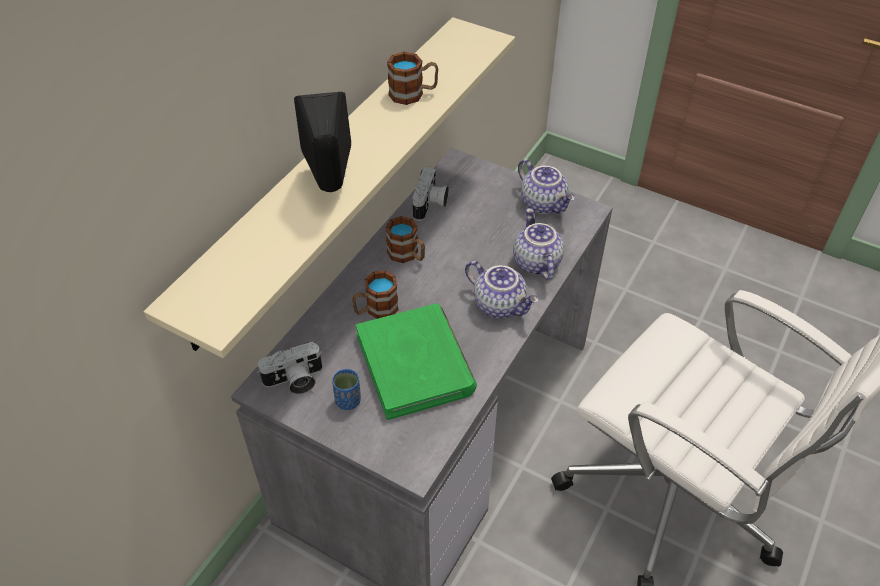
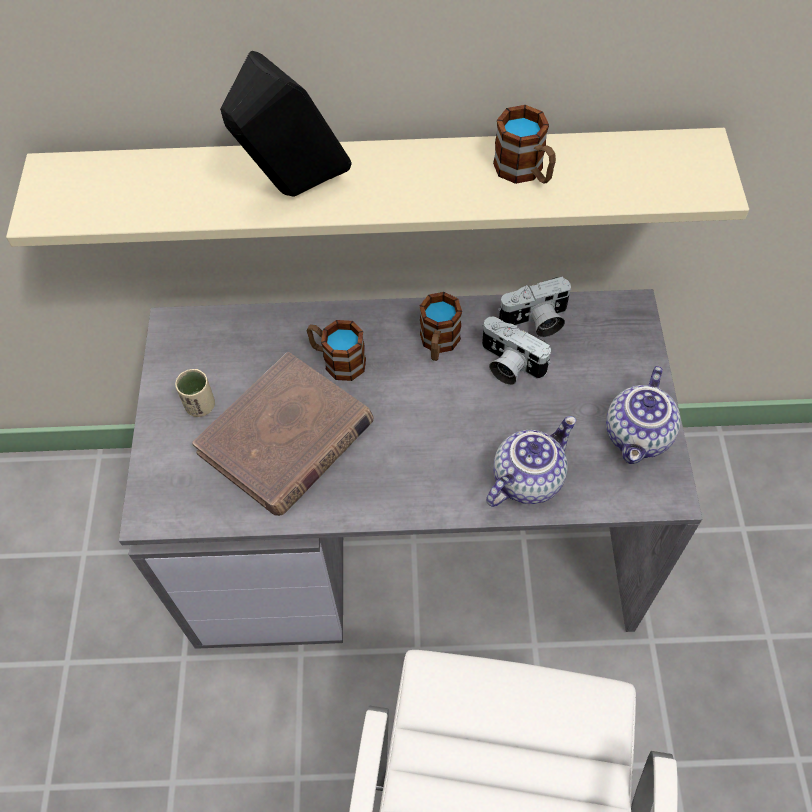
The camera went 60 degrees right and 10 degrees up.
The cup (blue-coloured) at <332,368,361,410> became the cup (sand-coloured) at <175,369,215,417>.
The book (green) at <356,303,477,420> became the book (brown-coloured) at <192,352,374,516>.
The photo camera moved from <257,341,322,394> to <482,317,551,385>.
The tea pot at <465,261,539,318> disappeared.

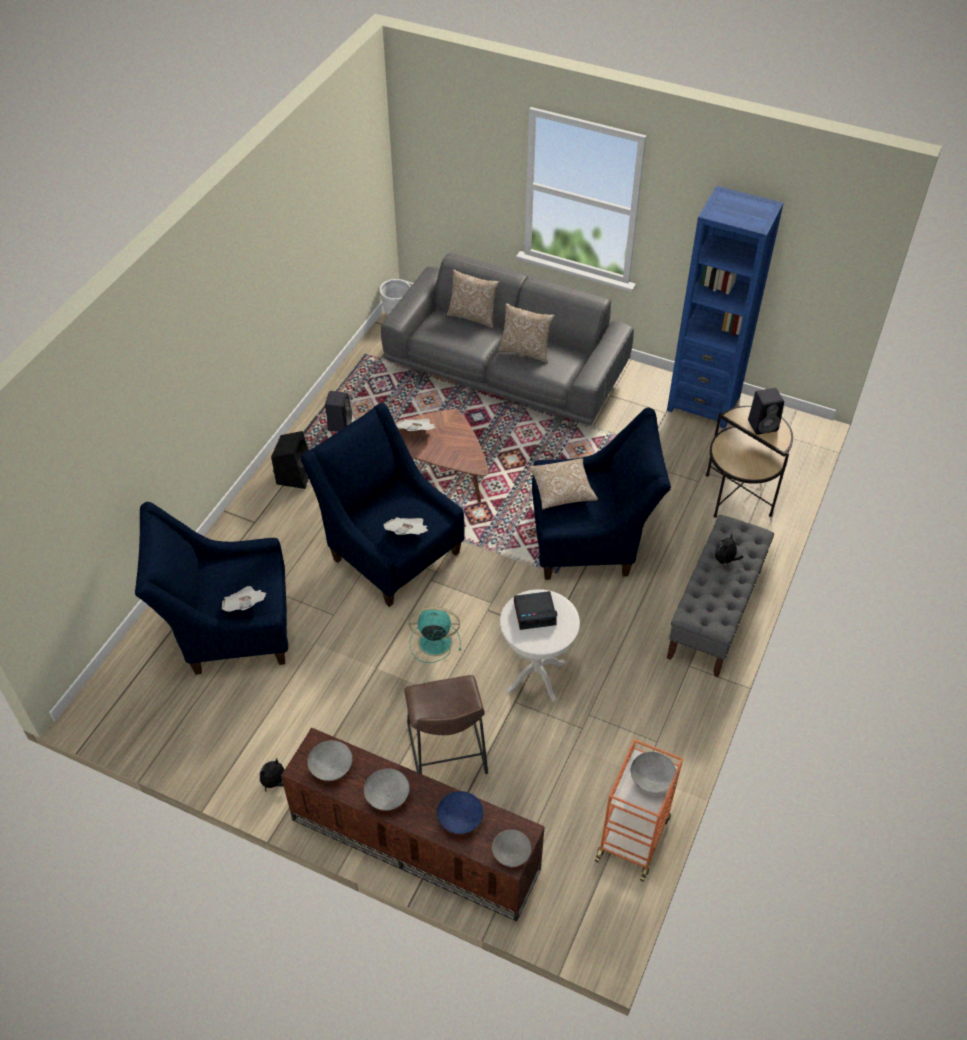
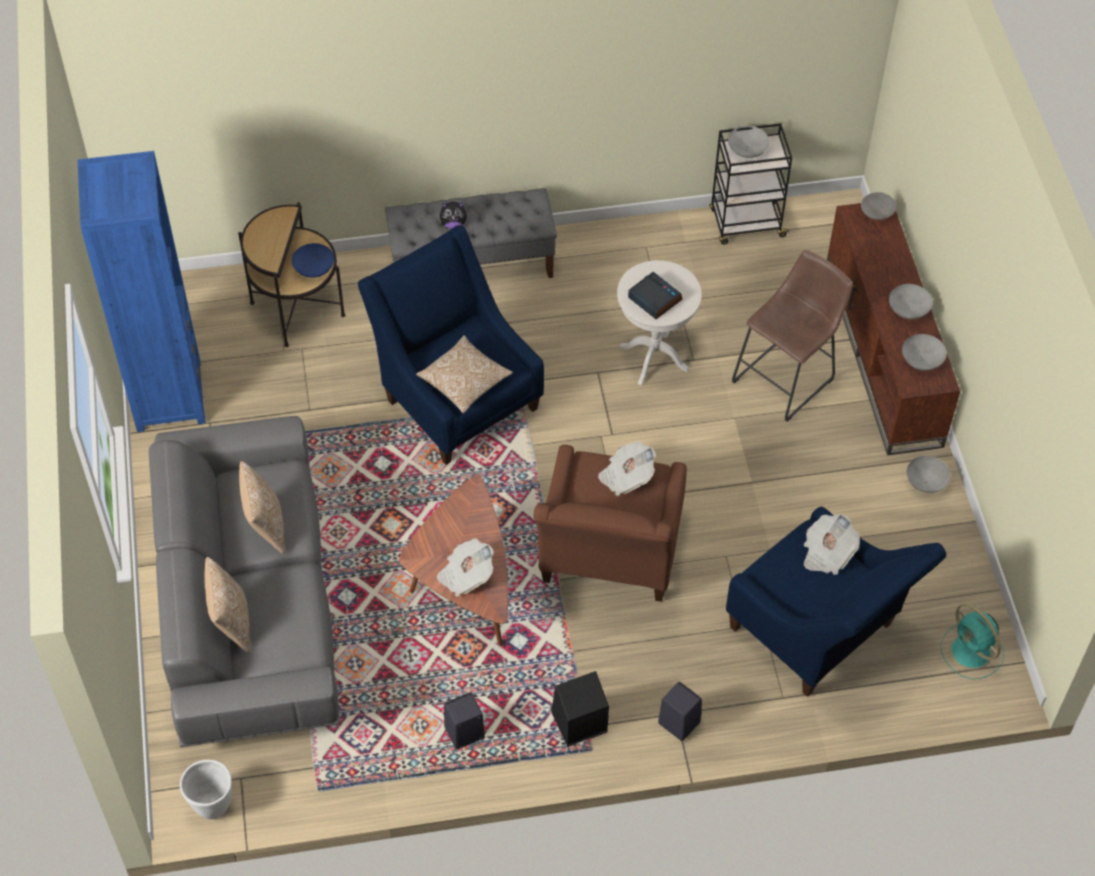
The camera went 125 degrees left and 5 degrees up.
The serving bowl (blue-coloured) moved from <437,791,483,834> to <292,243,334,278>.
The lounge chair (blue-coloured) at <300,403,465,607> became the lounge chair (brown-coloured) at <534,445,687,602>.
The audio speaker (black) moved from <748,388,784,435> to <658,682,702,741>.
The trolley (orange-coloured) at <595,739,683,882> became the trolley (black) at <709,123,792,245>.
The soft toy at <260,759,285,792> was replaced by the serving bowl (grey) at <907,456,950,493>.
The cooling fan (turquoise) moved from <409,607,461,663> to <941,603,1004,679>.

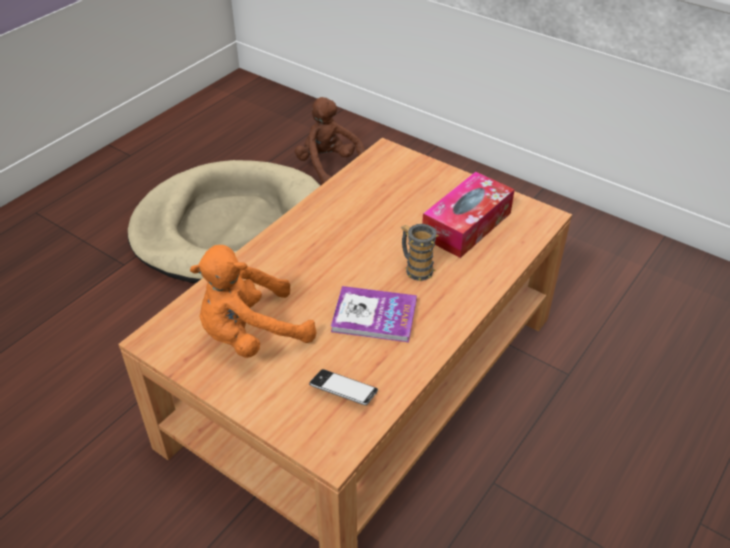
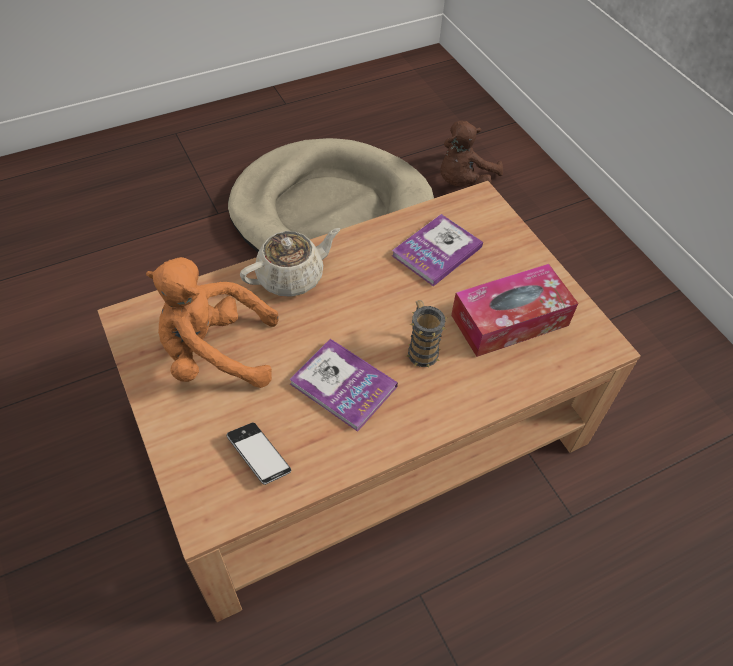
The camera went 25 degrees right and 10 degrees up.
The tea pot (sand-coloured) at <240,228,340,297> appeared.
The book at <392,214,483,286> appeared.
The soft toy (brown-coloured) at <295,97,365,184> turned 135 degrees counterclockwise.

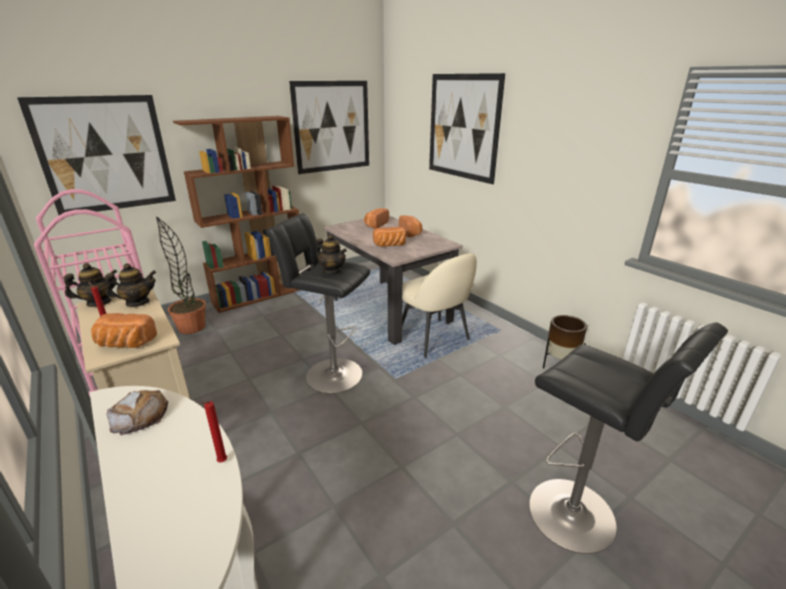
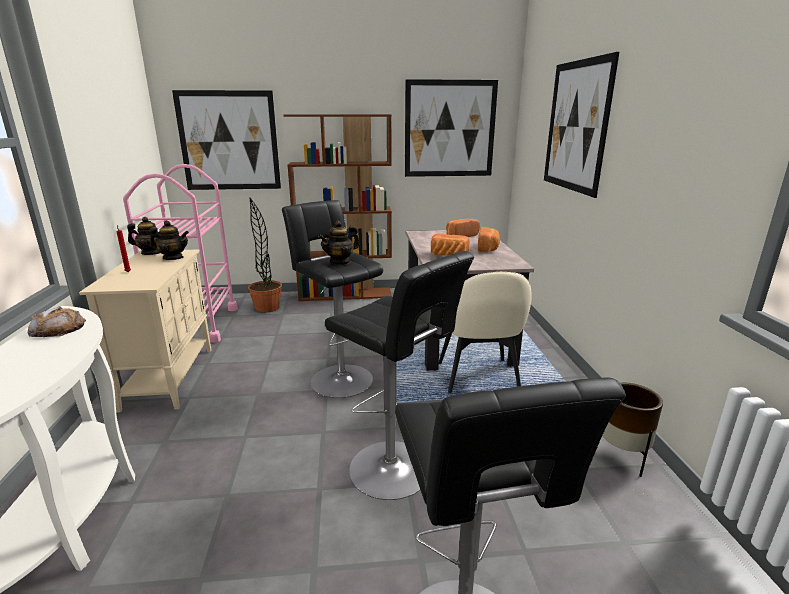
The camera went 30 degrees right and 5 degrees down.
The tea pot at <316,235,347,274> turned 75 degrees clockwise.
The stool seat (black) at <325,251,474,500> appeared.
The bakery bread at <91,313,157,348> disappeared.
The wax candle (red) at <201,401,227,463> disappeared.

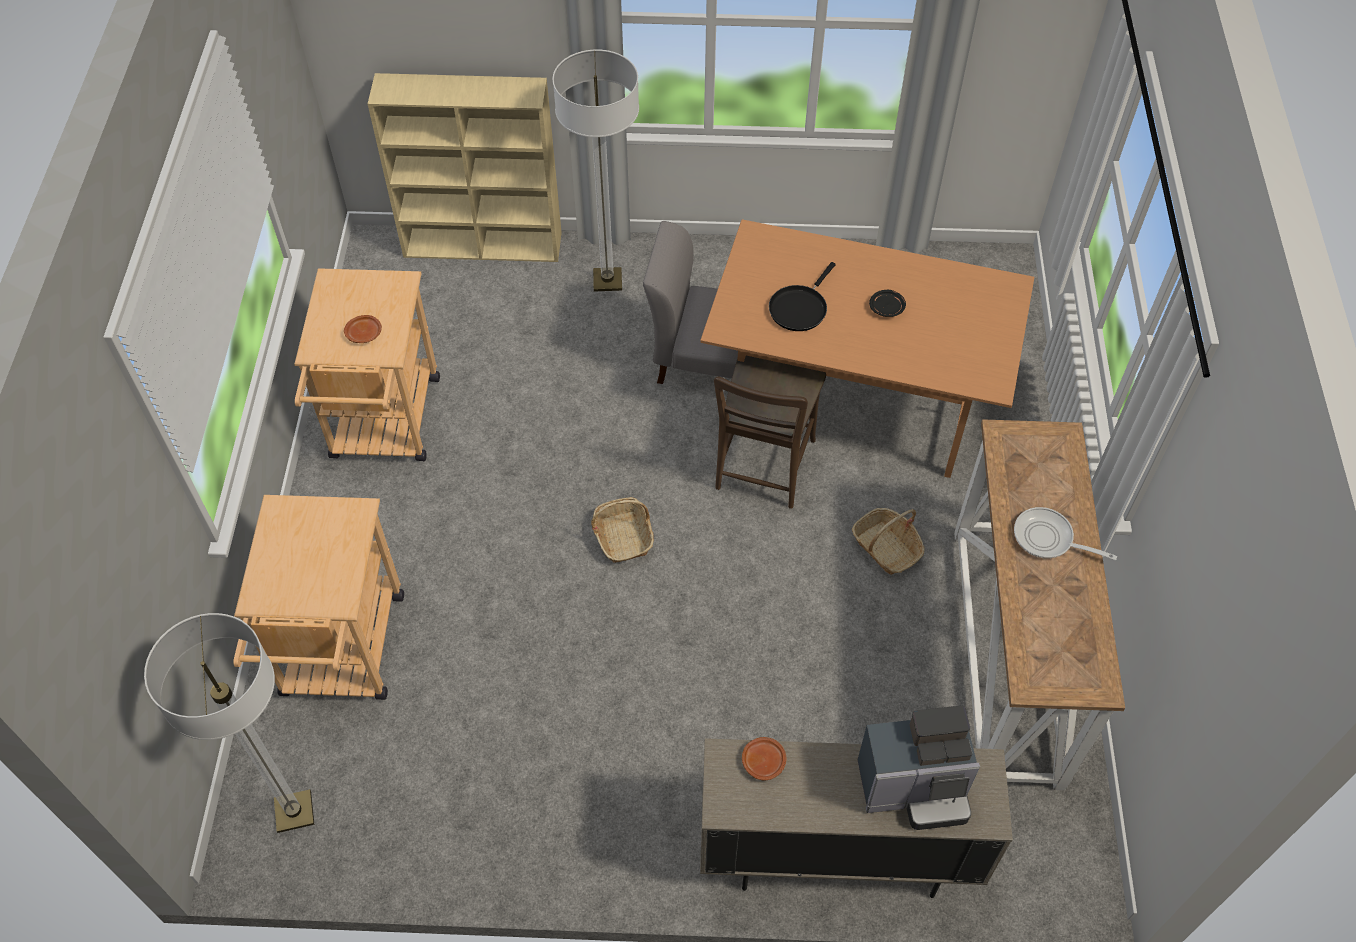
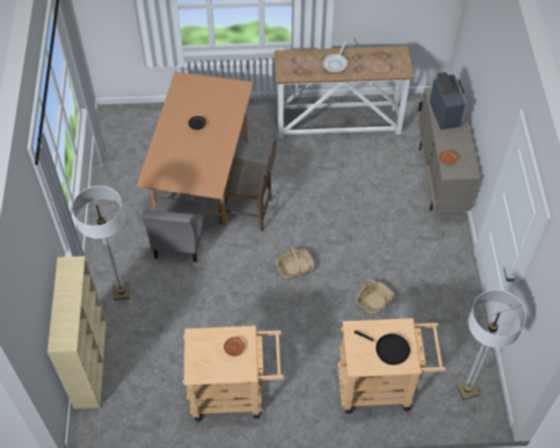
The camera went 95 degrees left and 0 degrees up.
The skillet (black) moved from <769,262,836,331> to <354,330,410,365>.
The basket moved from <852,508,925,575> to <356,279,394,315>.

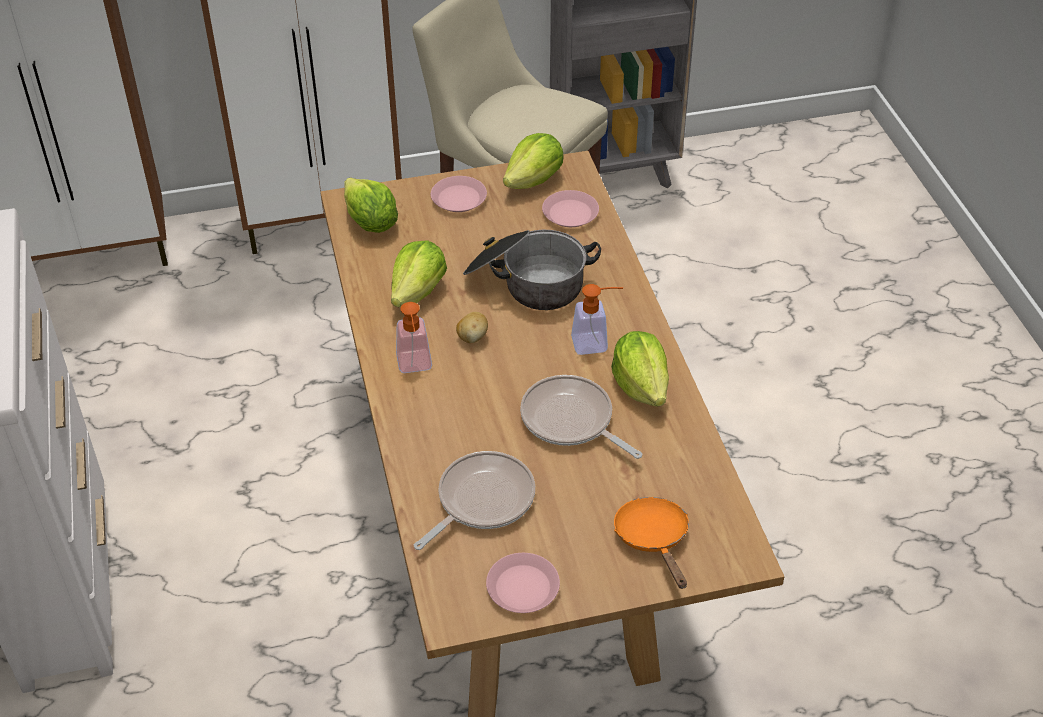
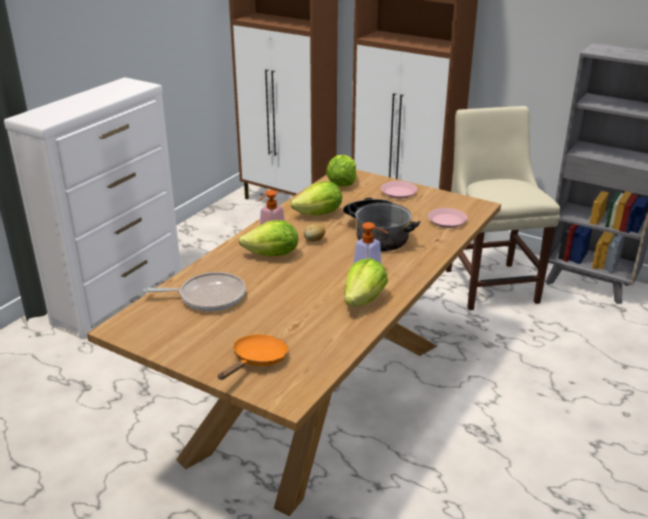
The camera went 45 degrees right and 15 degrees down.
The lettuce head moved from <503,133,564,189> to <238,220,298,256>.
The plate (pinkish) at <486,553,560,613> disappeared.
The skillet at <520,375,642,459> disappeared.

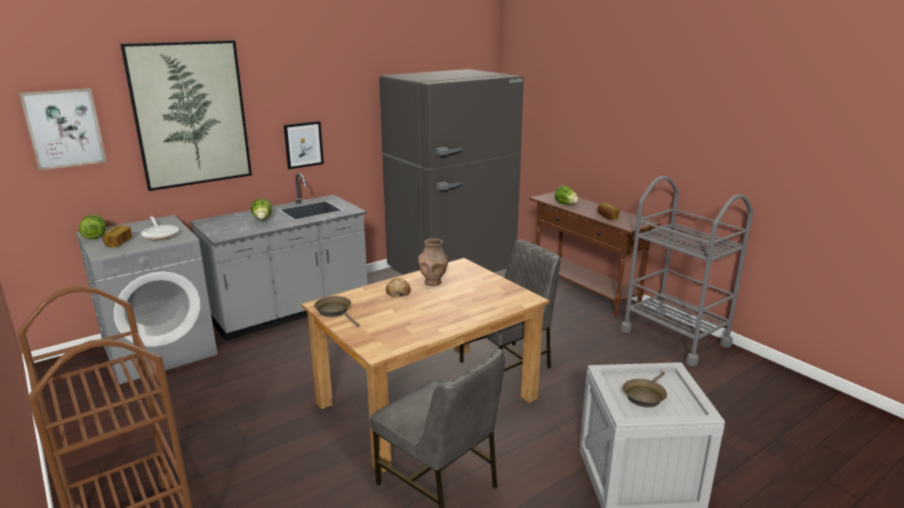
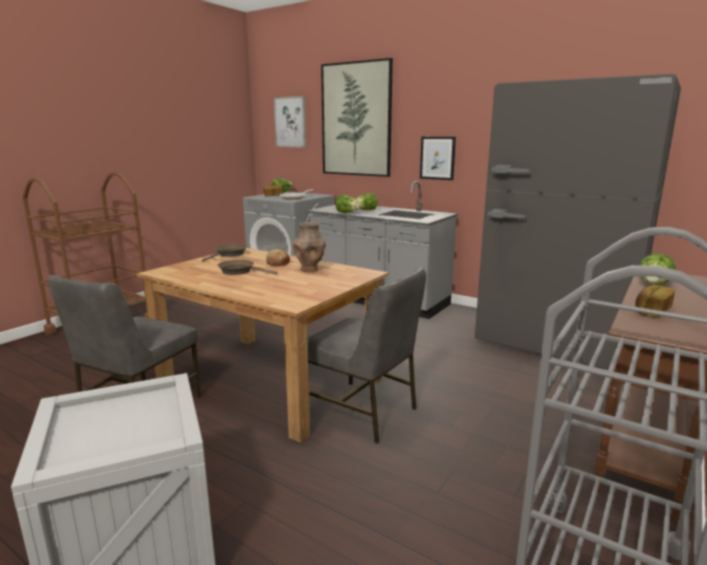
The camera went 70 degrees right and 5 degrees down.
The skillet (brown-coloured) moved from <623,371,667,407> to <218,260,277,275>.
The lettuce head at <335,195,360,213> appeared.

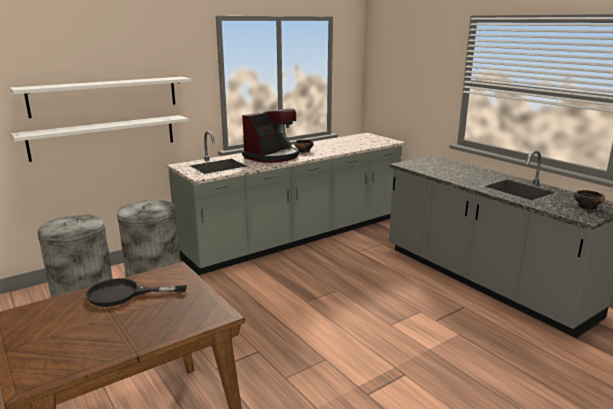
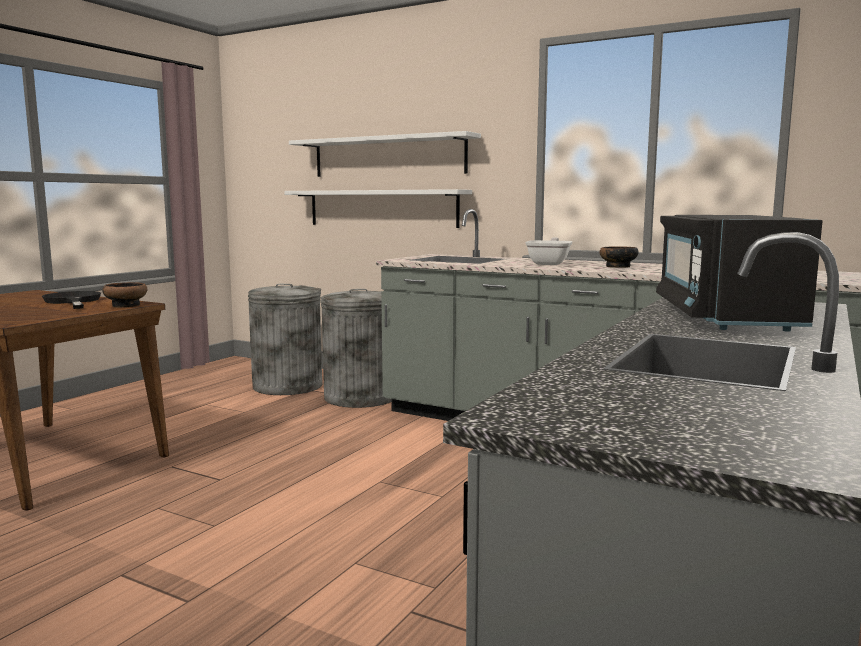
The camera went 65 degrees right and 10 degrees down.
The serving bowl moved from <574,190,605,210> to <102,282,147,308>.
The coffee maker at <242,109,299,163> was replaced by the skillet at <525,237,573,265>.
The microwave oven (black) at <656,215,822,332> appeared.

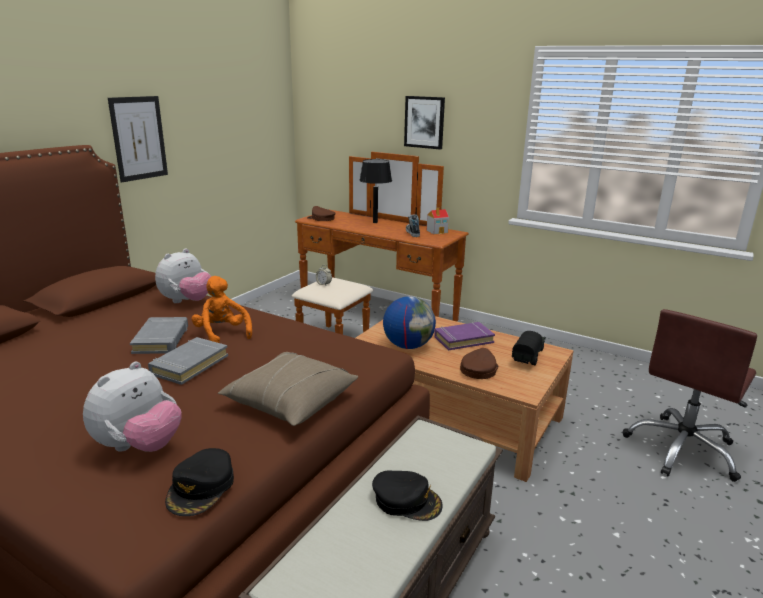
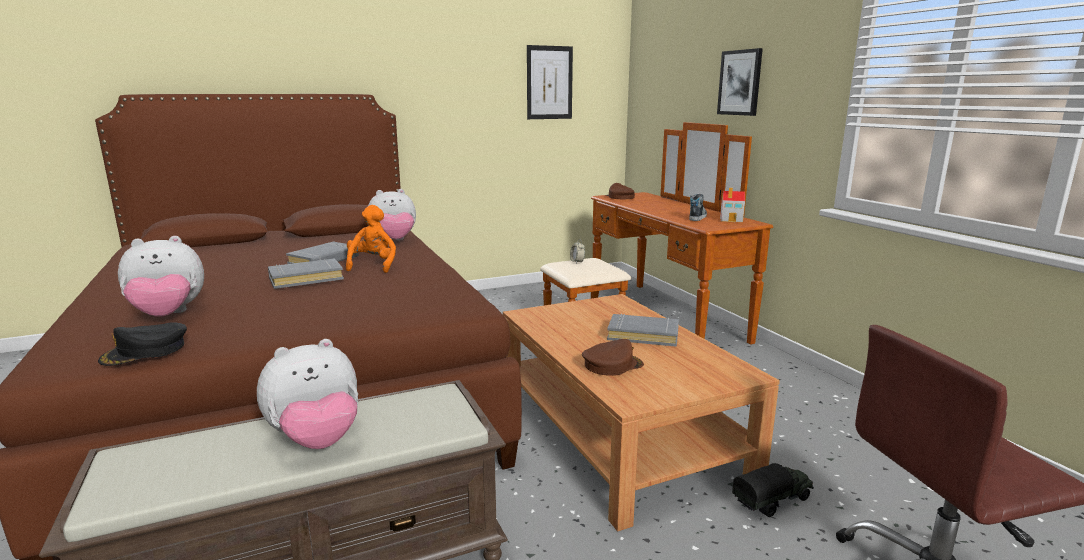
The camera went 35 degrees right and 5 degrees down.
The cap (black) at <372,471,443,521> was replaced by the soft toy at <257,339,358,449>.
The wall art moved from <108,96,168,183> to <527,45,573,119>.
The book (purple-coloured) at <434,322,495,351> became the book (grey) at <607,314,679,347>.
The toy lorry moved from <512,331,546,366> to <732,463,814,517>.
The pillow (sand-coloured) at <218,352,358,426> disappeared.
The lamp for a table (black) at <360,159,392,223> disappeared.
The globe at <383,296,436,349> disappeared.

